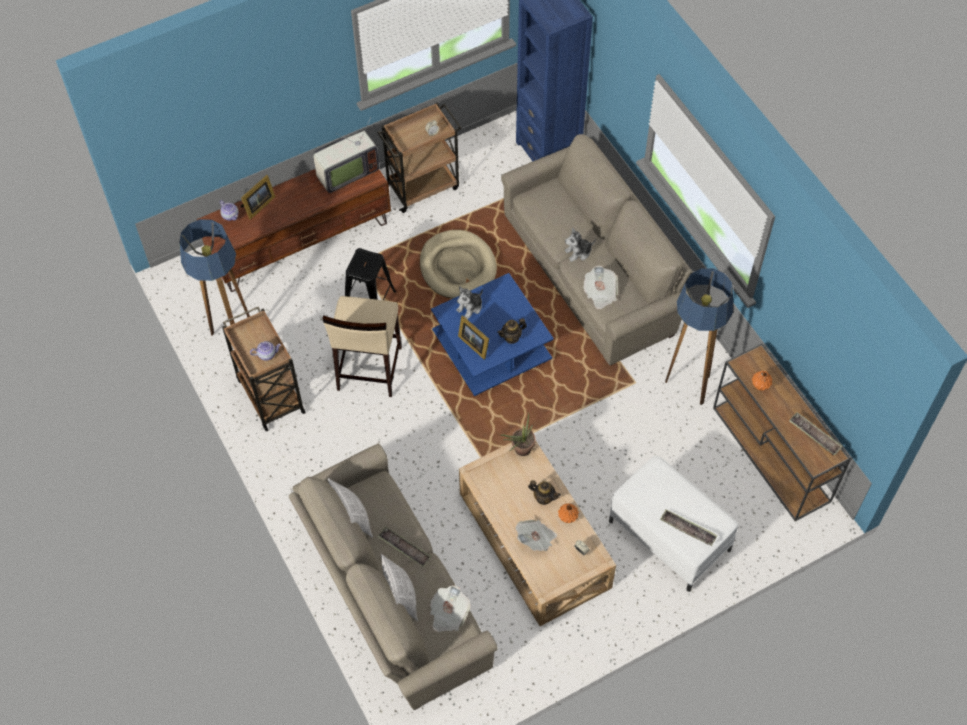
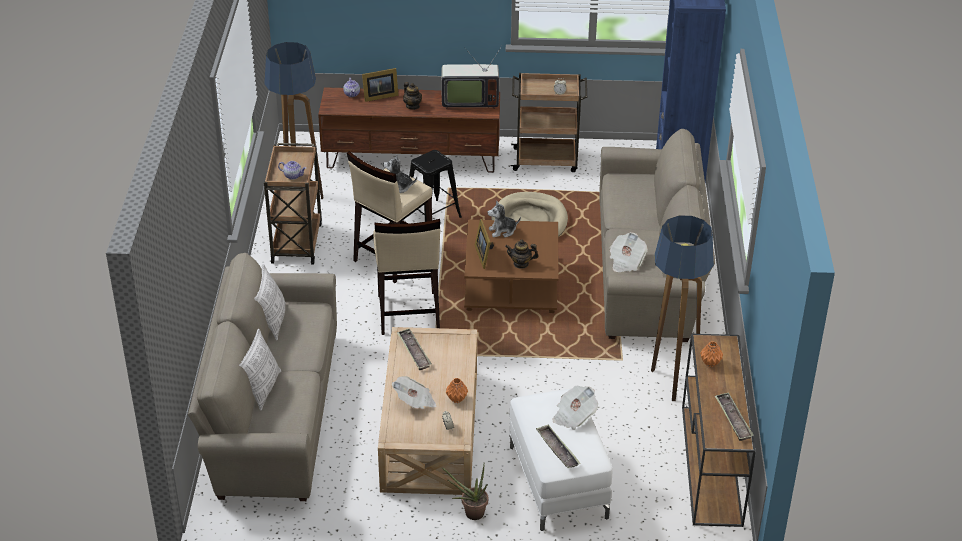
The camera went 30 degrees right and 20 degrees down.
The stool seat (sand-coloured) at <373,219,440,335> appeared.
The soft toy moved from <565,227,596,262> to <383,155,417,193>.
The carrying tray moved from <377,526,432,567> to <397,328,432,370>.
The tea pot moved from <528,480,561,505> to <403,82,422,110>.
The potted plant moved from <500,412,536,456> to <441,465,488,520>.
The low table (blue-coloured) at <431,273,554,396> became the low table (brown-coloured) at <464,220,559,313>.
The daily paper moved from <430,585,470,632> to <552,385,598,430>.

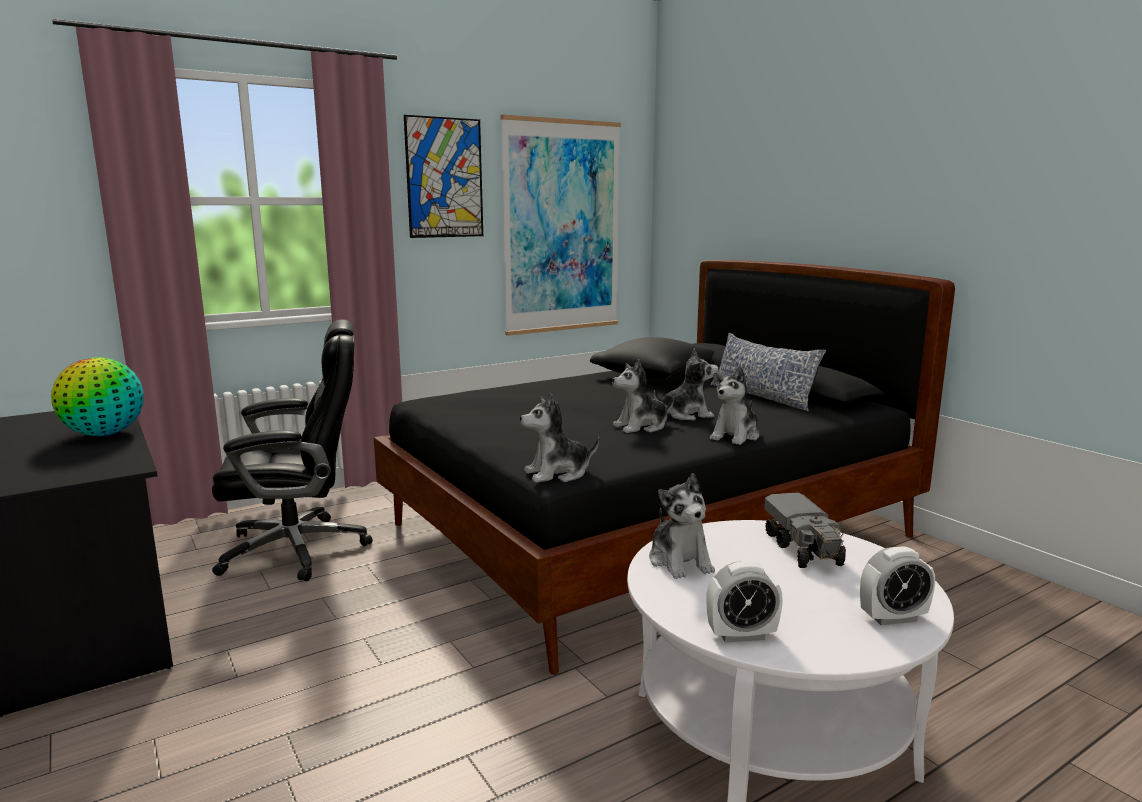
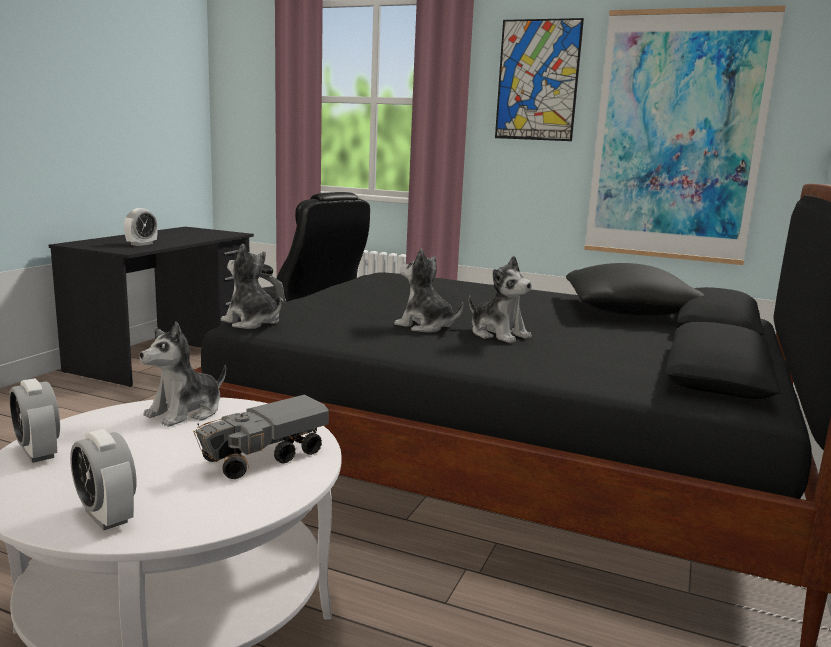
The camera went 55 degrees right and 0 degrees up.
The table clock at <124,208,158,246> appeared.
The globe at <51,357,144,436> disappeared.
The pillow at <710,333,826,411> disappeared.
The soft toy at <710,366,759,445> disappeared.

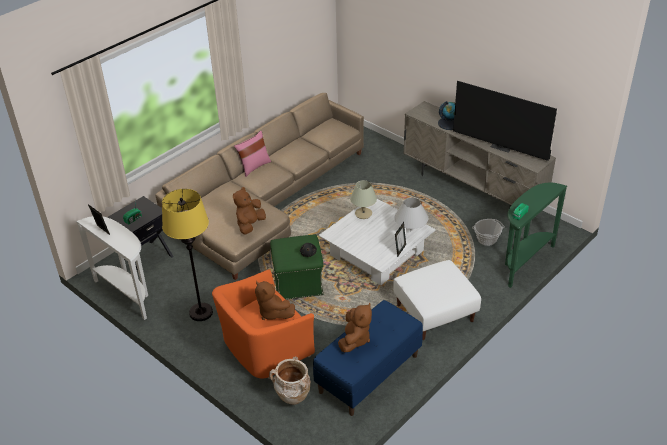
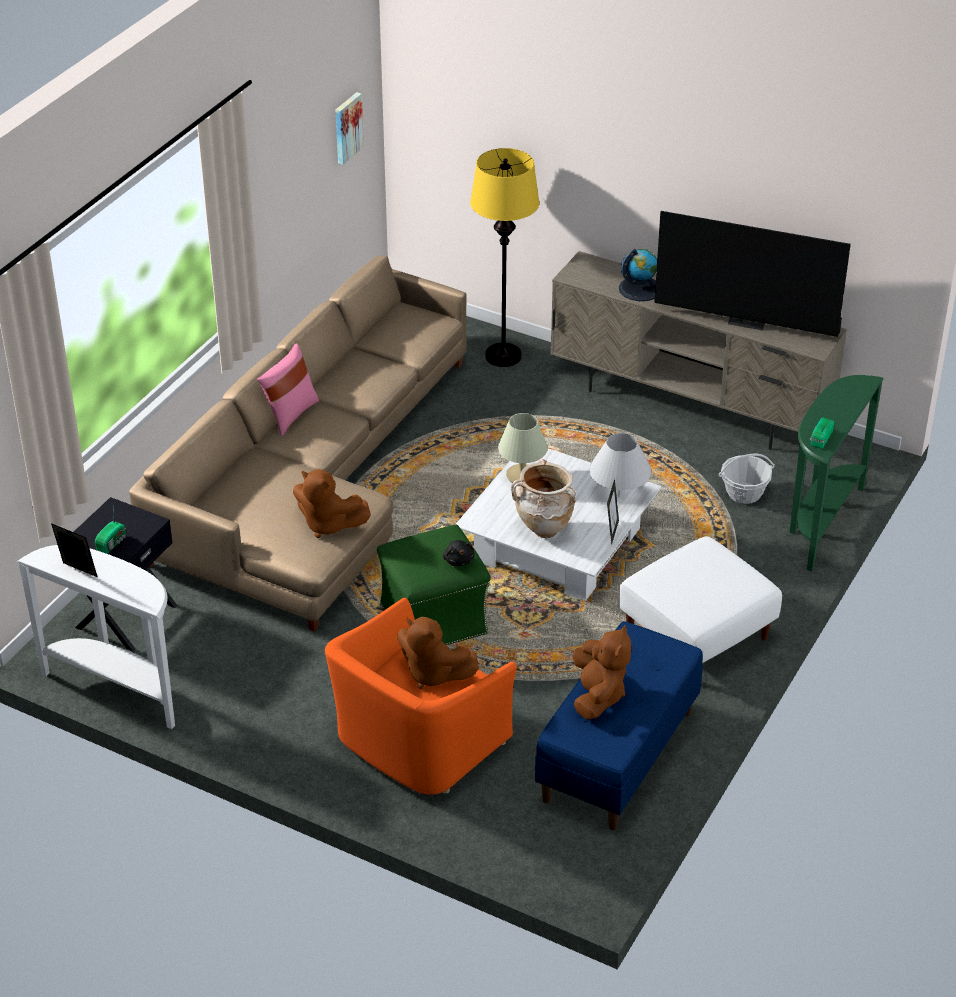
The camera went 15 degrees left and 0 degrees up.
The soft toy (brown-coloured) at <233,187,266,235> turned 75 degrees counterclockwise.
The wall art at <336,92,364,165> appeared.
The floor lamp (yellow) moved from <162,189,213,321> to <470,148,540,367>.
The flower vase (sand-coloured) moved from <269,356,310,405> to <511,459,576,538>.

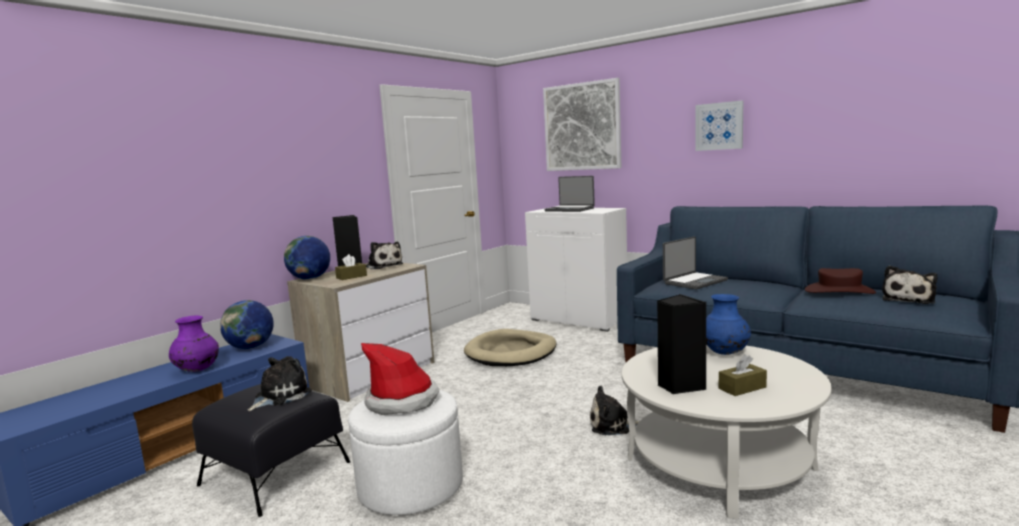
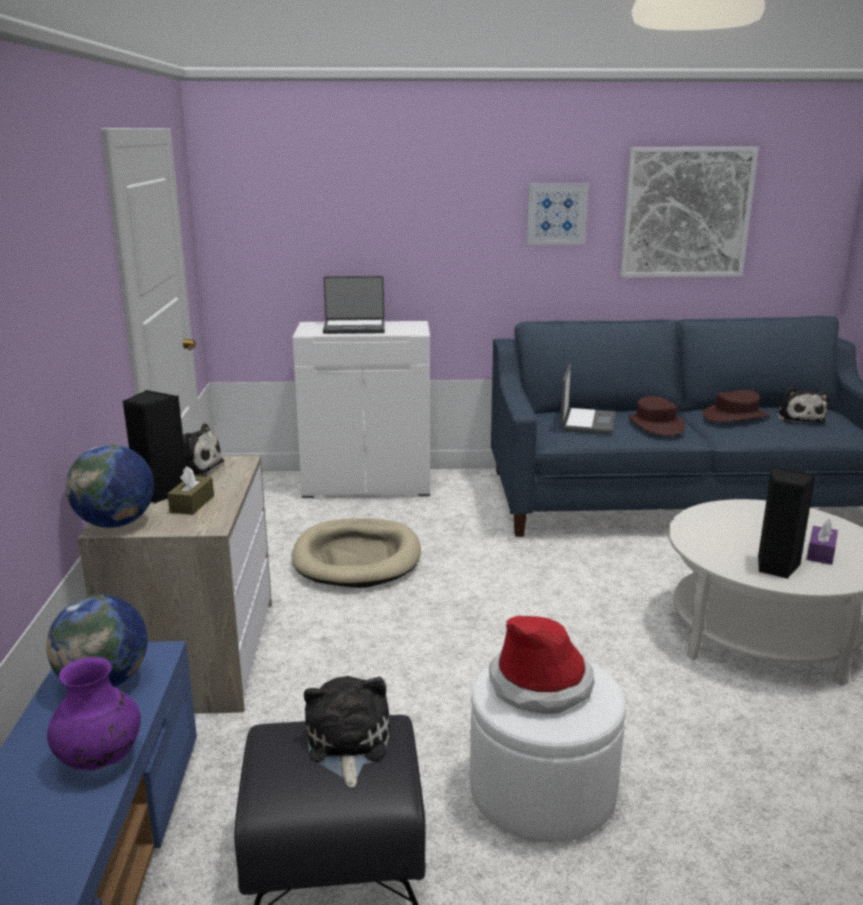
The camera went 40 degrees left and 10 degrees up.
The wall art moved from <543,78,621,171> to <620,147,759,277>.
The hat (brown-coloured) at <628,396,686,436> appeared.
The tissue holder (brown-coloured) at <719,354,767,396> became the tissue holder (purple-coloured) at <807,519,838,565>.
The soft toy at <590,386,640,435> disappeared.
The flower vase (blue-coloured) at <706,294,751,355> disappeared.

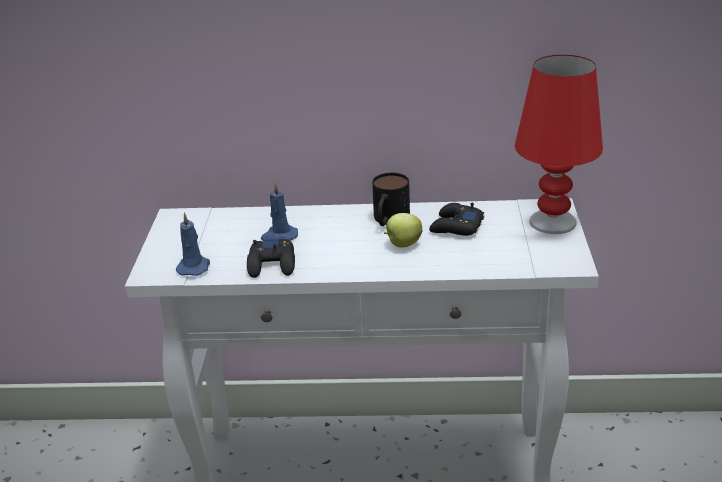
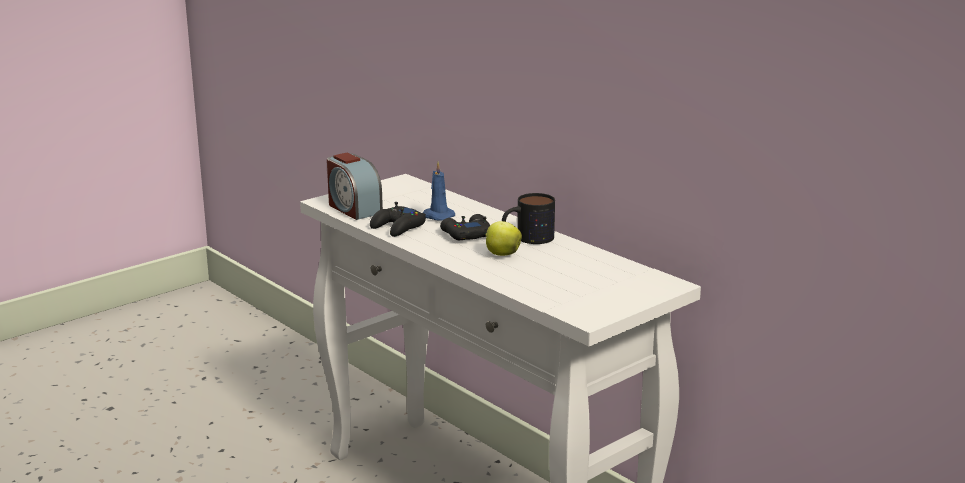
The camera went 45 degrees right and 10 degrees down.
The wax candle (blue-coloured) at <176,212,210,276> was replaced by the table clock at <327,153,383,220>.
The gamepad (black) moved from <429,202,484,236> to <440,214,490,240>.
The lamp for a table (red) at <515,55,603,234> disappeared.

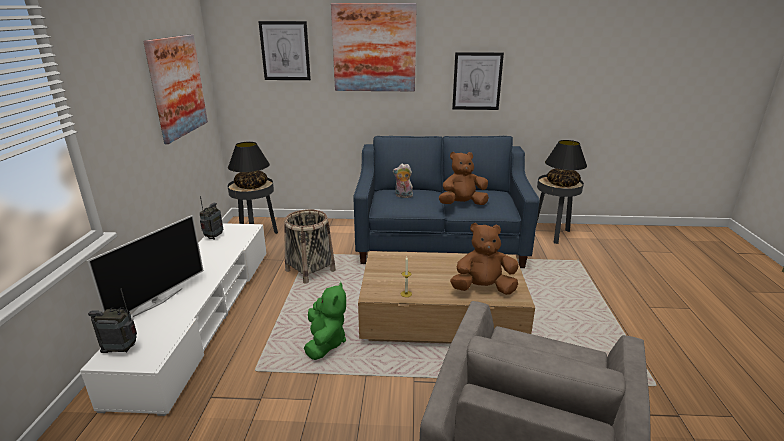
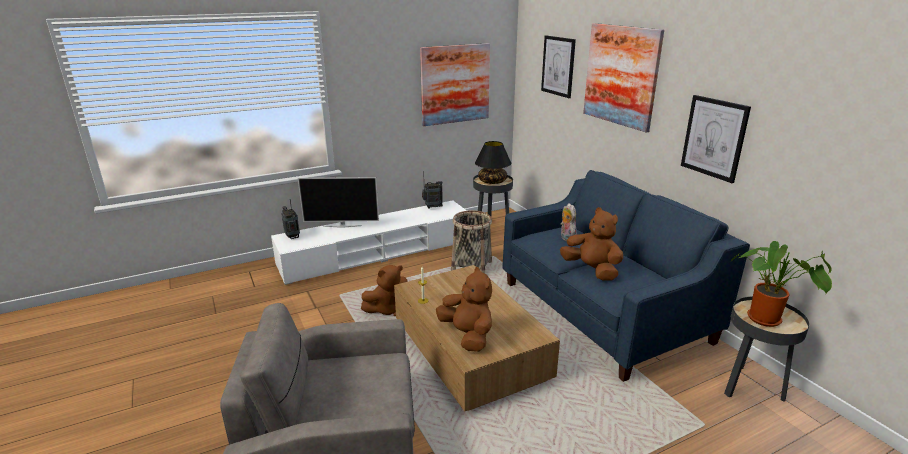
The camera went 60 degrees right and 0 degrees up.
The soft toy (green) at <304,282,346,360> became the soft toy (brown-coloured) at <361,265,408,316>.
The lamp for a table (black) at <545,140,587,187> was replaced by the potted plant at <731,241,832,327>.

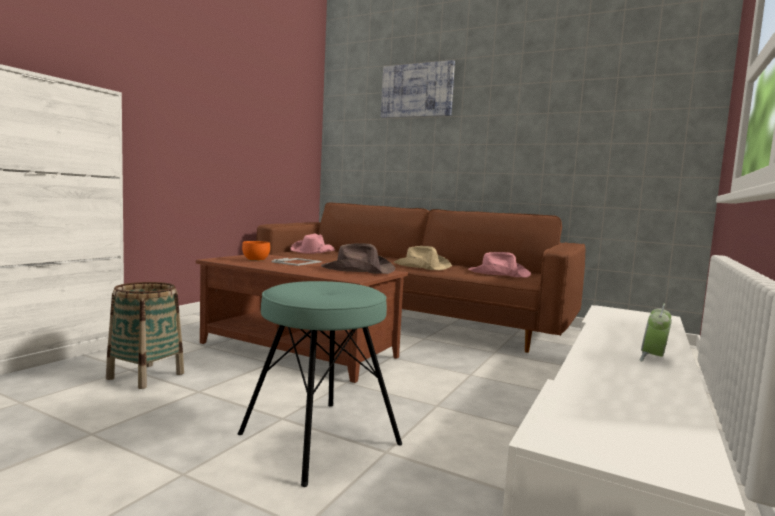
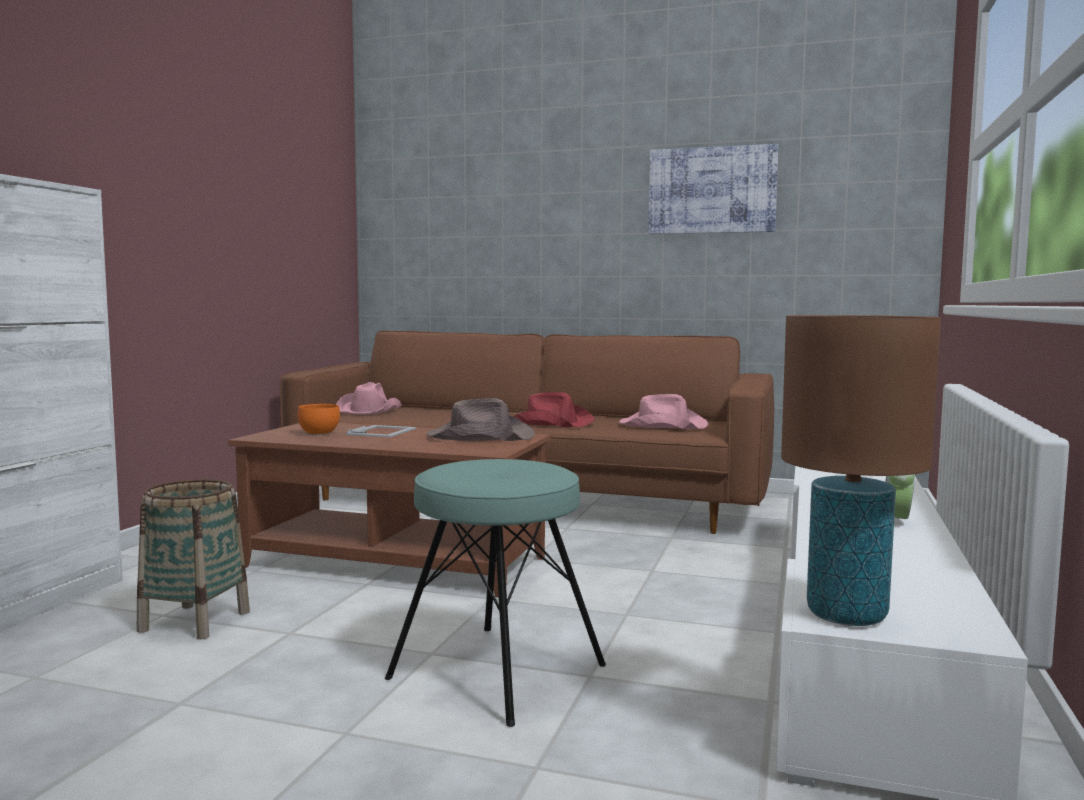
The camera went 10 degrees left and 0 degrees up.
The hat (sand-coloured) at <394,246,452,270> became the hat (red) at <513,392,595,427>.
The wall art moved from <381,60,455,118> to <648,144,778,234>.
The lamp for a table (brown-coloured) at <781,315,941,626> appeared.

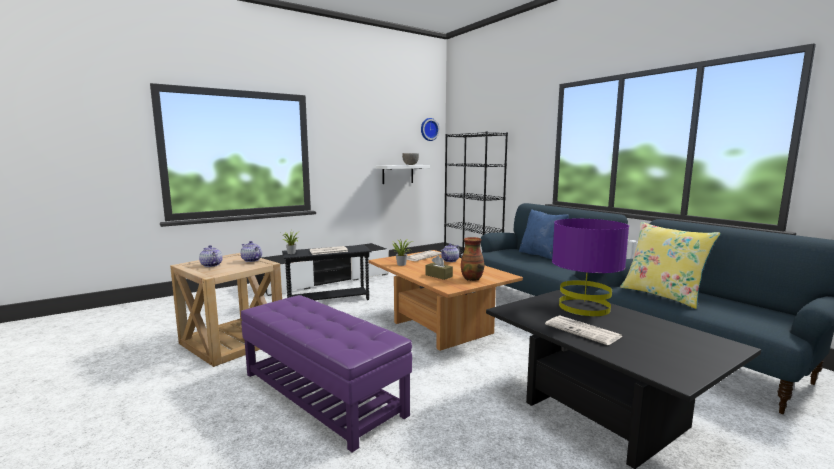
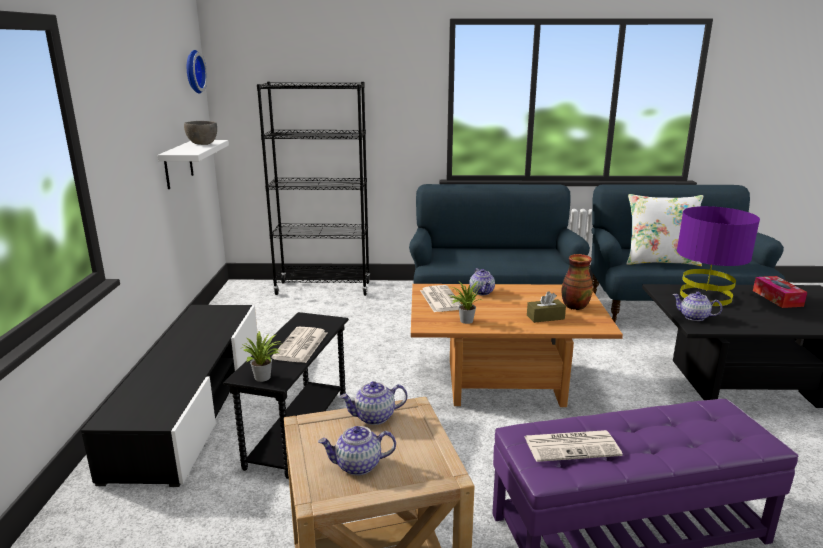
The camera went 55 degrees left and 10 degrees up.
The daily paper moved from <545,315,623,345> to <524,430,623,462>.
The pillow (yellow) at <620,222,721,309> became the pillow (white) at <626,194,703,266>.
The tea pot at <673,292,722,321> appeared.
The tissue holder at <753,276,807,308> appeared.
The pillow (blue-coloured) at <519,210,569,259> disappeared.

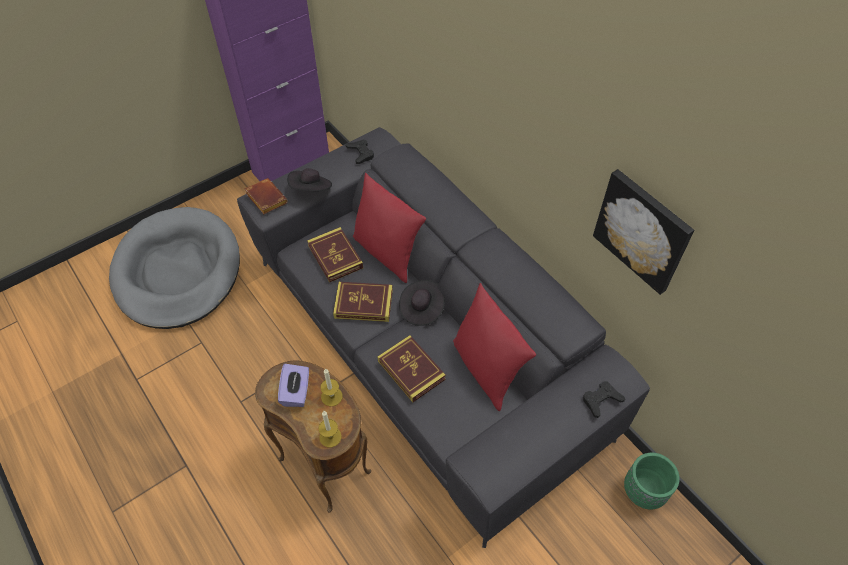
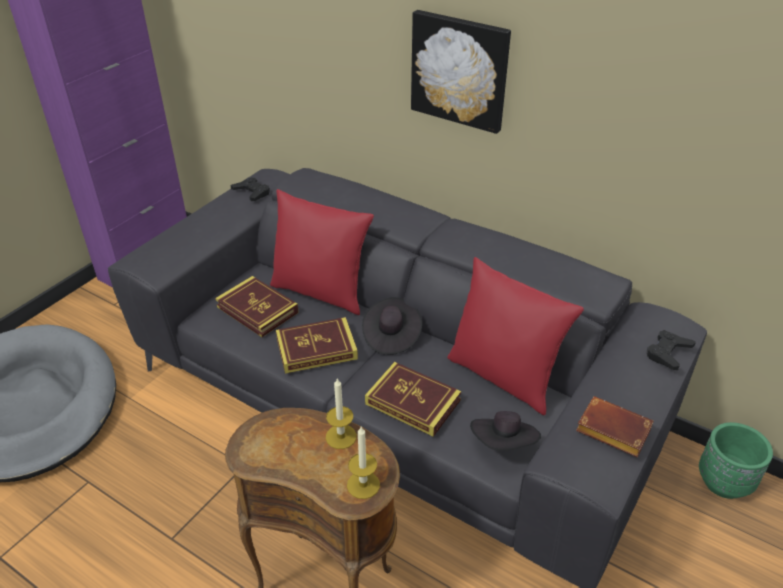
The camera went 20 degrees left and 15 degrees down.
The wall art moved from <593,169,694,295> to <411,10,511,134>.
The hat (black) moved from <287,168,332,191> to <470,411,541,451>.
The book (brown-coloured) moved from <245,178,288,214> to <576,396,654,458>.
The tissue holder (purple-coloured) at <278,364,309,407> disappeared.

